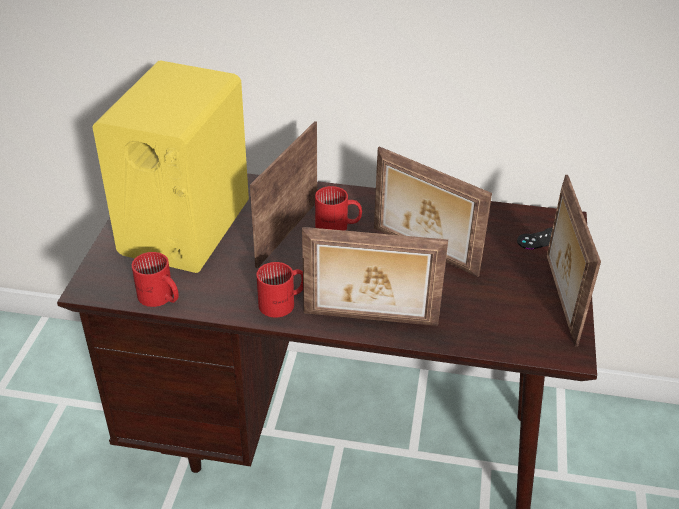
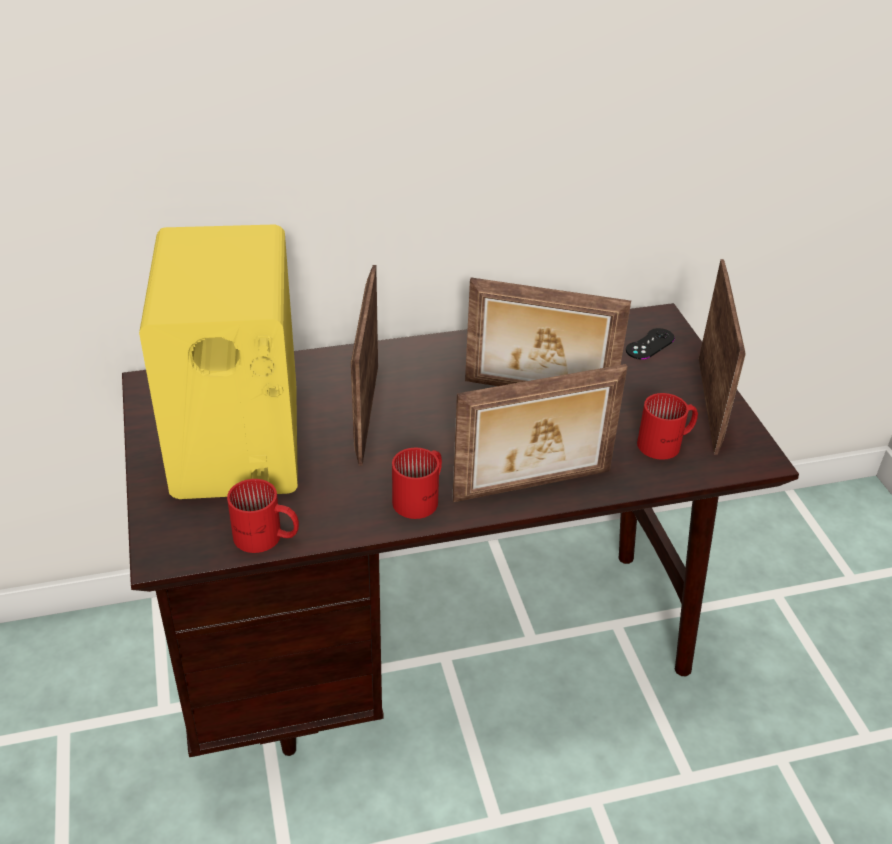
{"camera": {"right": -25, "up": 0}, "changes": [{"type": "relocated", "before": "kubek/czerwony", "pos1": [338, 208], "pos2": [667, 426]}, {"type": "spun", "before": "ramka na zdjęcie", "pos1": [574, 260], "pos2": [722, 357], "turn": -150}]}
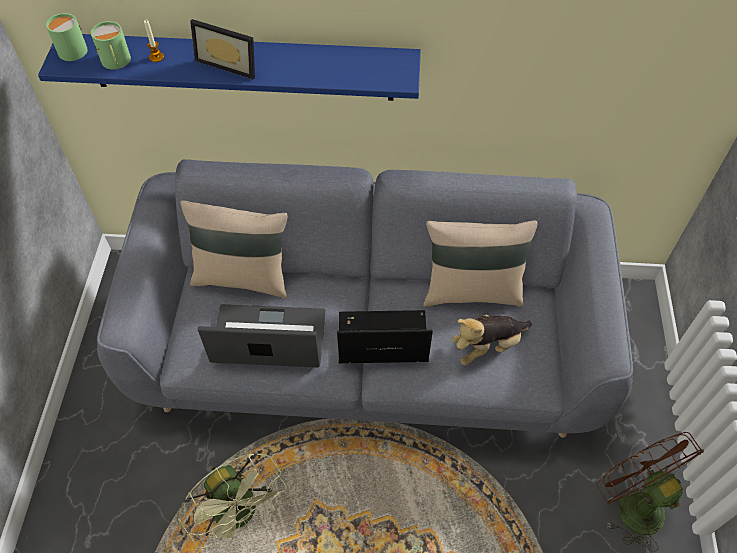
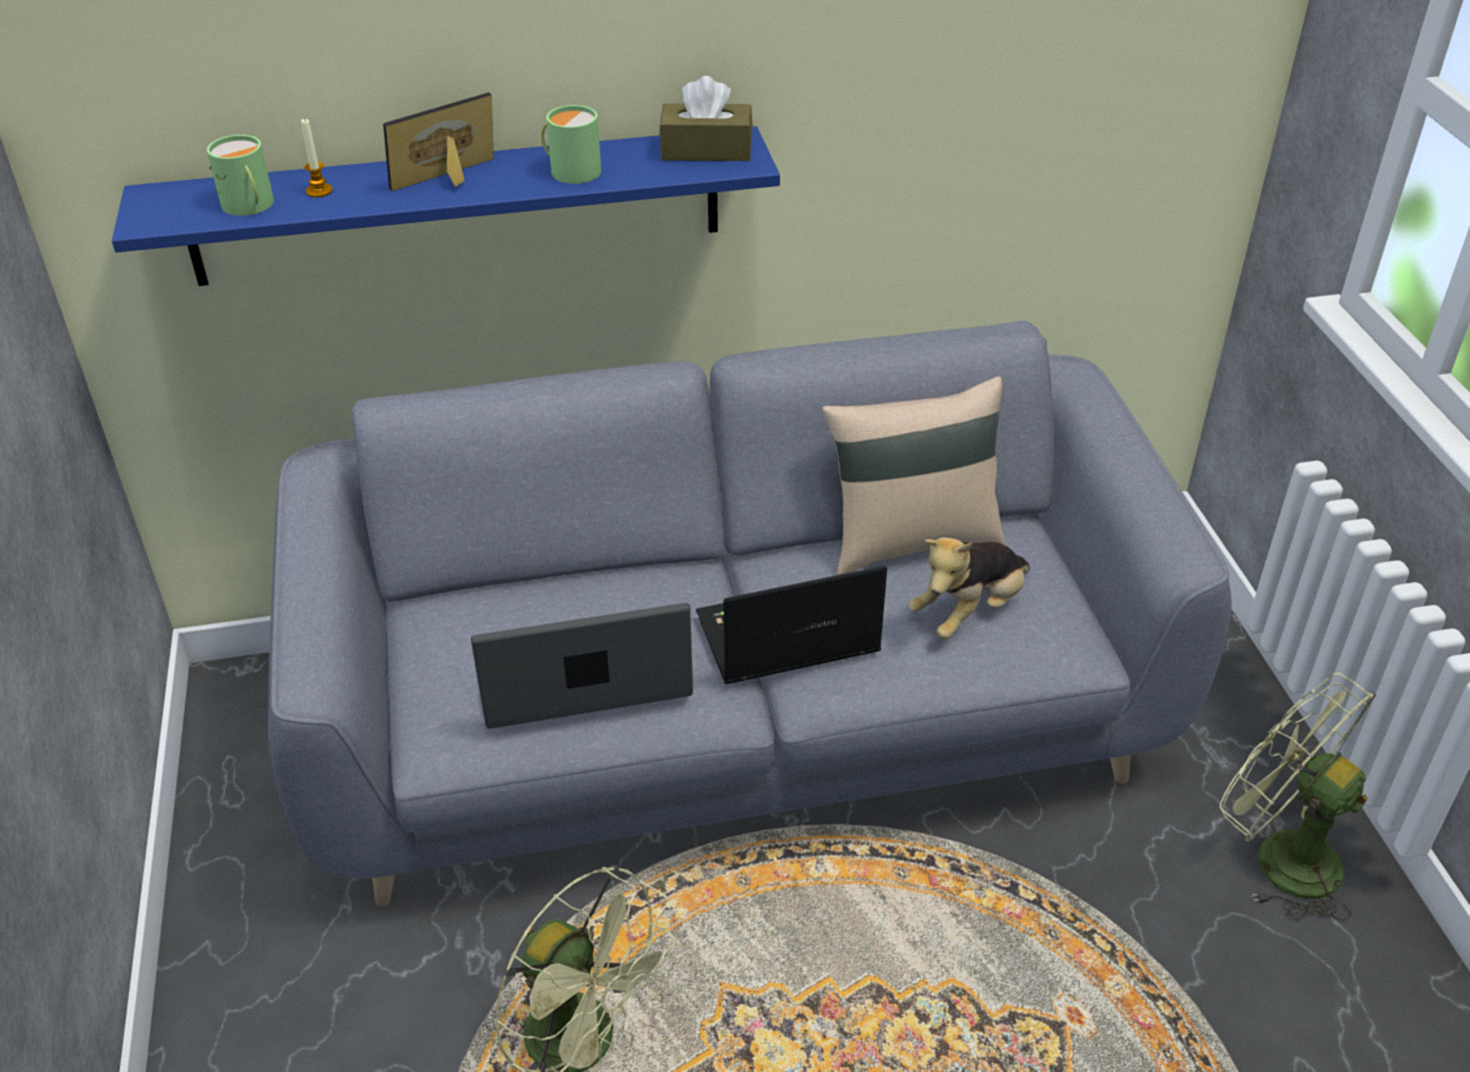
{"camera": {"right": -15, "up": -15}, "changes": [{"type": "spun", "before": "ramka na zdjęcie", "pos1": [222, 49], "pos2": [438, 141], "turn": 135}, {"type": "relocated", "before": "kubek/zielony", "pos1": [67, 37], "pos2": [571, 144]}, {"type": "appeared", "after": "pudełko chusteczek/brązowy", "pos2": [705, 118]}, {"type": "colour", "before": "wentylator/brązowy", "after": "wentylator/zielony", "pos1": [650, 492], "pos2": [1298, 796]}, {"type": "missing", "before": "poduszka/beżowy", "pos1": [234, 249]}]}
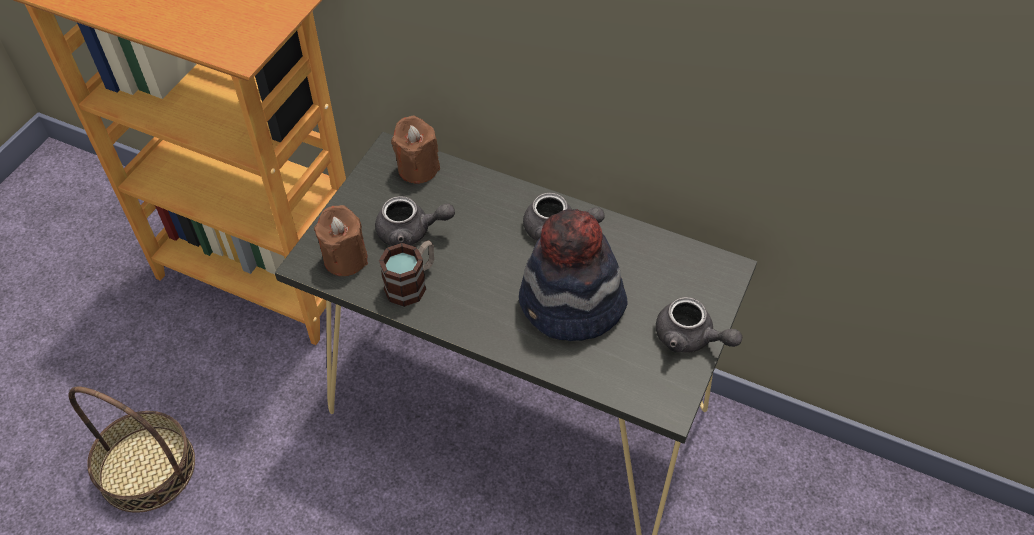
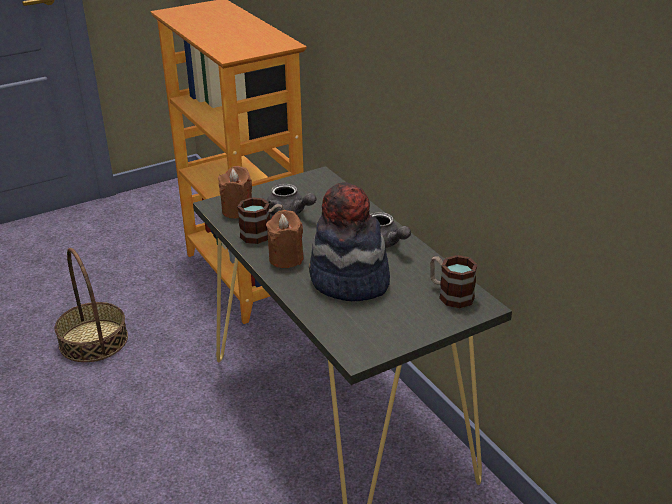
{"camera": {"right": 35, "up": -20}, "changes": [{"type": "relocated", "before": "świeca/brązowy", "pos1": [415, 149], "pos2": [285, 239]}, {"type": "appeared", "after": "kubek", "pos2": [454, 281]}, {"type": "missing", "before": "imbryk/szary", "pos1": [699, 325]}]}
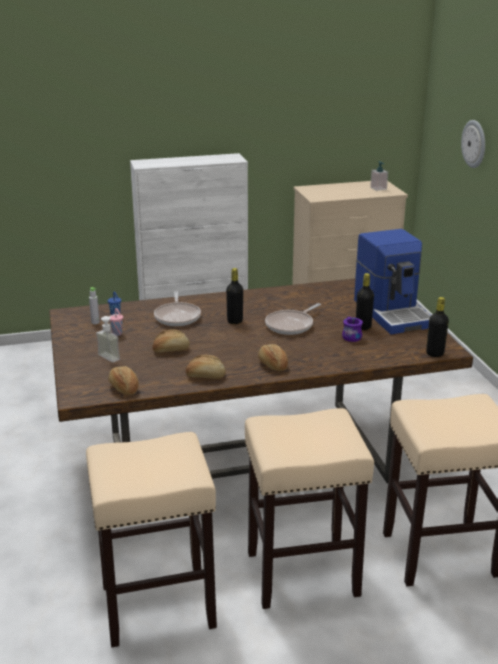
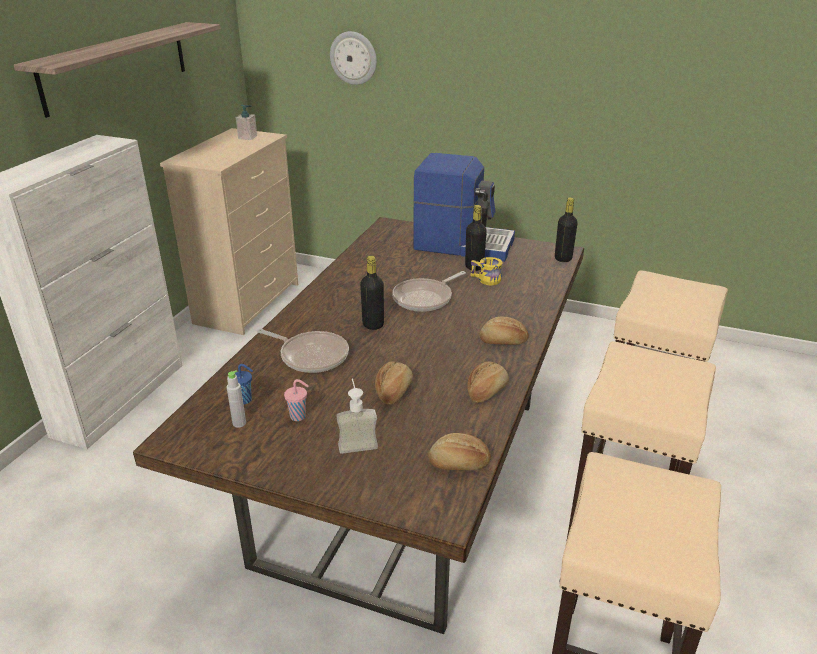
{"camera": {"right": -55, "up": 5}, "changes": [{"type": "appeared", "after": "półka", "pos2": [117, 70]}, {"type": "spun", "before": "patelnia", "pos1": [293, 319], "pos2": [429, 291], "turn": 60}, {"type": "colour", "before": "kubek/fioletowy", "after": "kubek/żółty", "pos1": [352, 329], "pos2": [487, 271]}]}
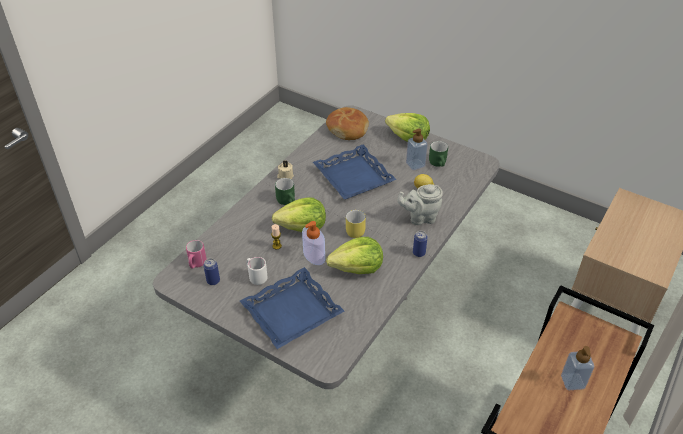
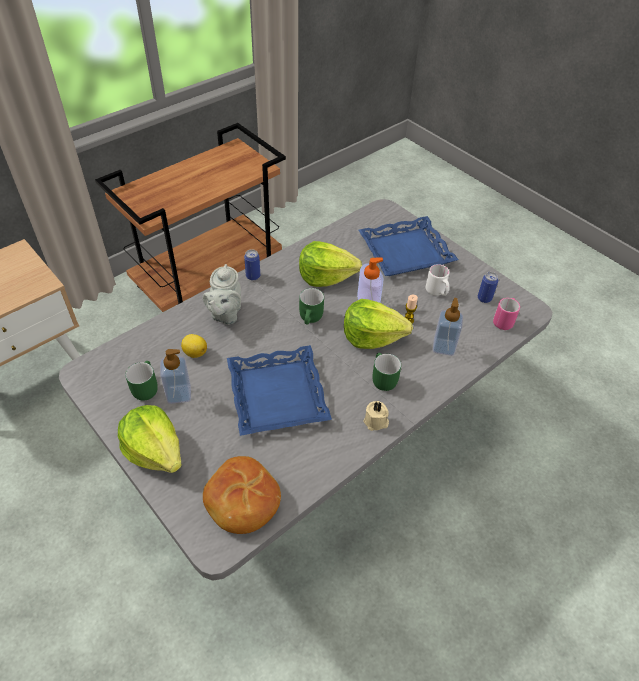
{"camera": {"right": -165, "up": 5}, "changes": [{"type": "spun", "before": "imbryk/szary", "pos1": [420, 204], "pos2": [222, 294], "turn": 90}, {"type": "colour", "before": "kubek/żółty", "after": "kubek/zielony", "pos1": [356, 224], "pos2": [311, 306]}, {"type": "relocated", "before": "dozownik mydła", "pos1": [577, 368], "pos2": [448, 327]}]}
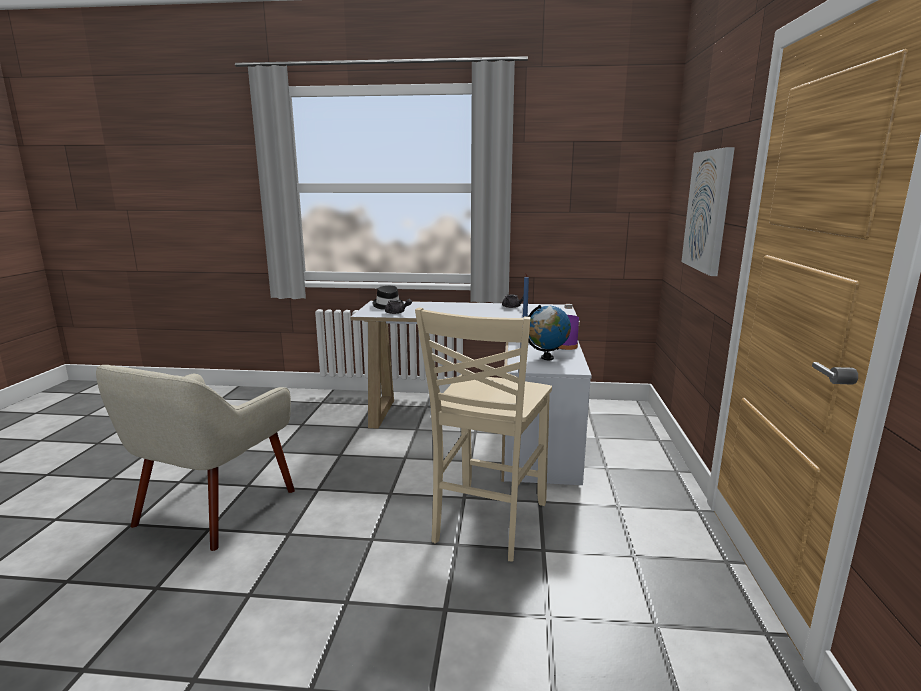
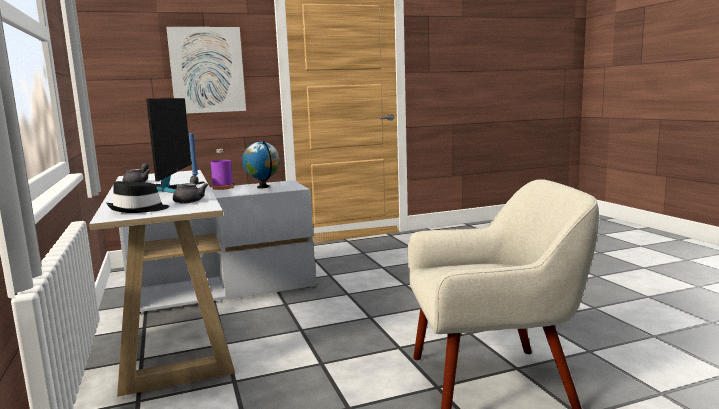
{"camera": {"right": -115, "up": -5}, "changes": [{"type": "appeared", "after": "monitor", "pos2": [175, 145]}, {"type": "missing", "before": "krzesło/beżowy", "pos1": [483, 434]}]}
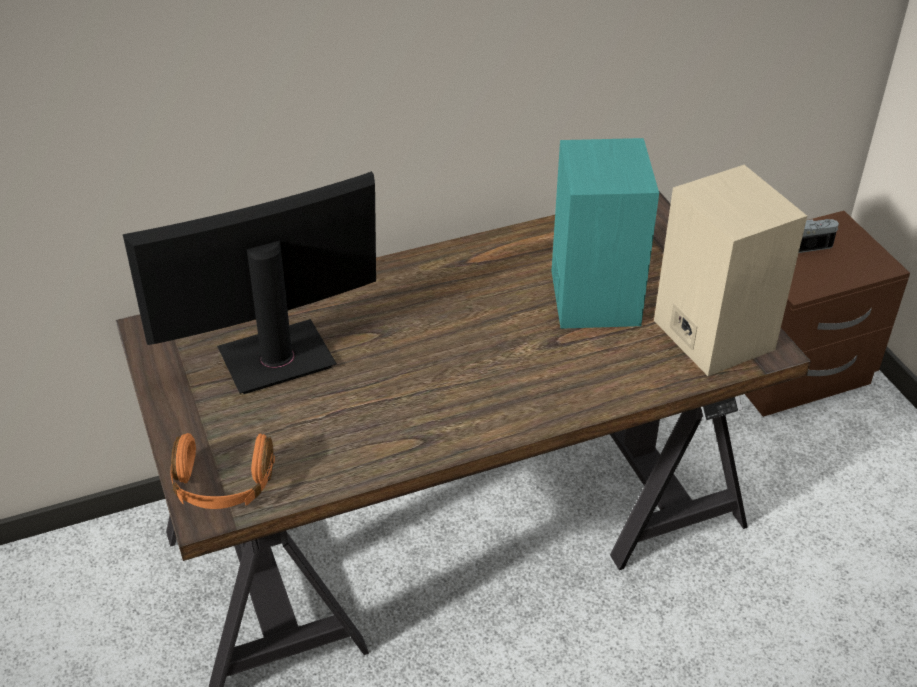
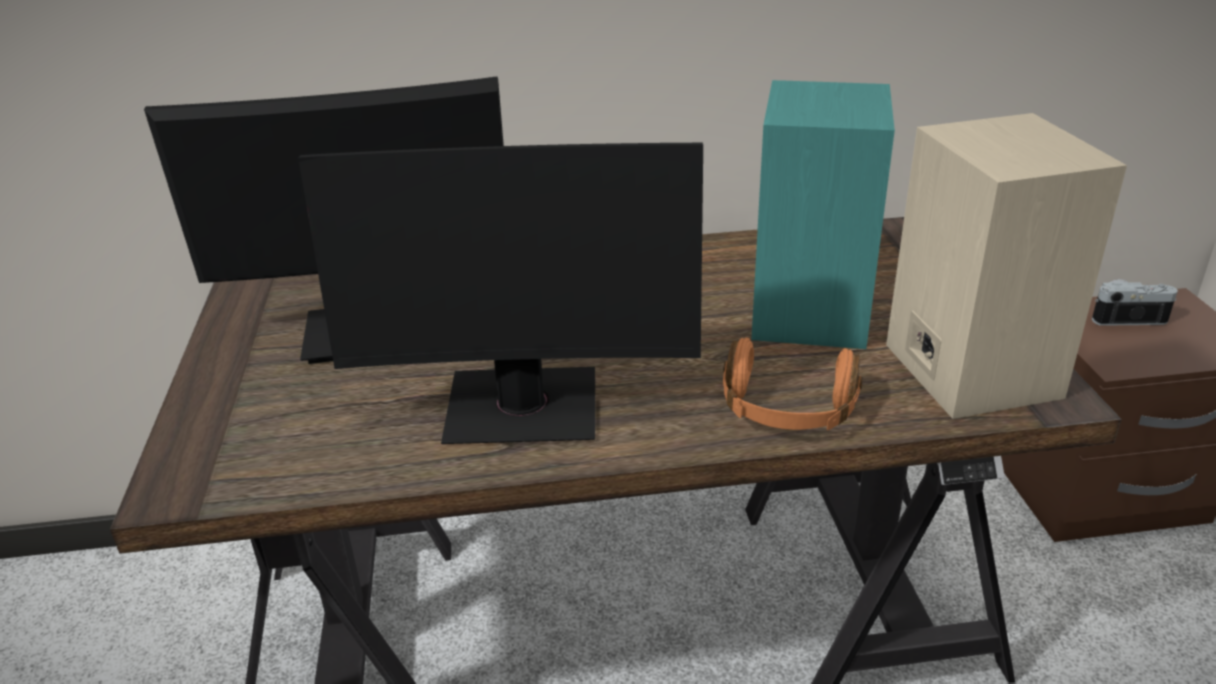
{"camera": {"right": 15, "up": -10}, "changes": [{"type": "appeared", "after": "monitor", "pos2": [500, 293]}, {"type": "relocated", "before": "słuchawki/pomarańczowy", "pos1": [223, 471], "pos2": [793, 384]}]}
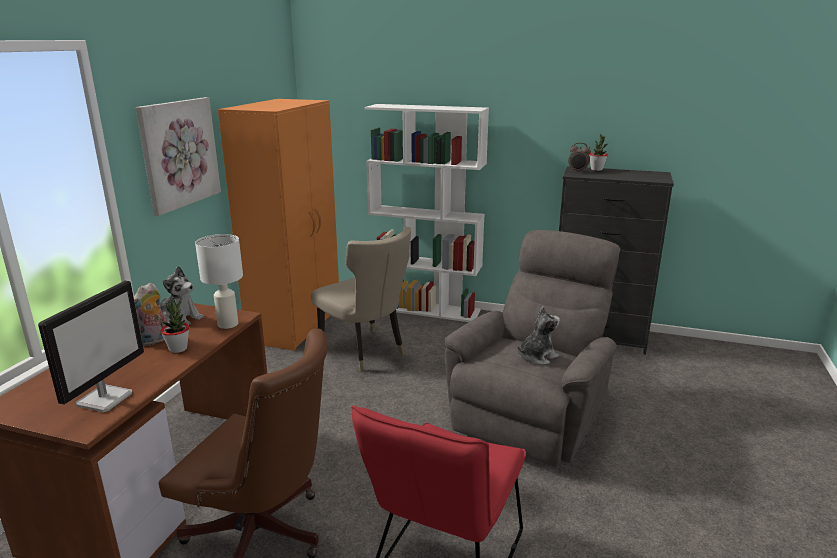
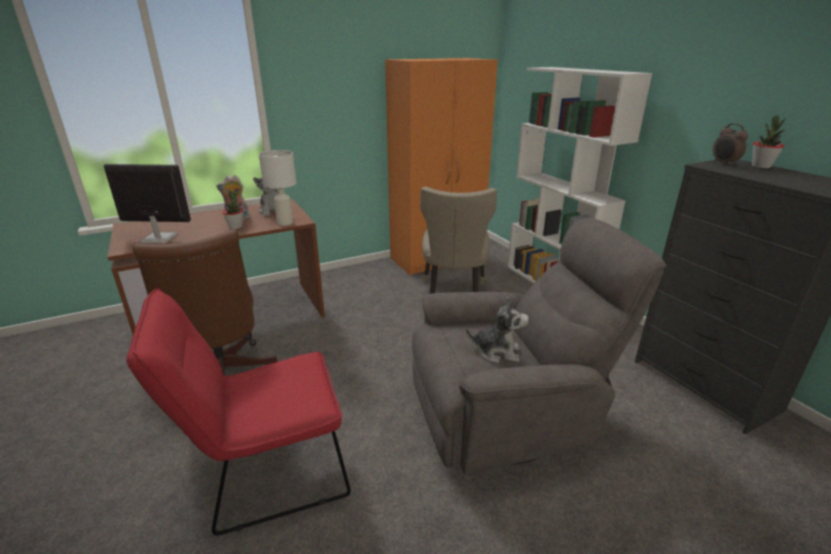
{"camera": {"right": 45, "up": 5}, "changes": [{"type": "spun", "before": "monitor", "pos1": [91, 346], "pos2": [147, 204], "turn": -150}, {"type": "missing", "before": "obraz", "pos1": [178, 156]}]}
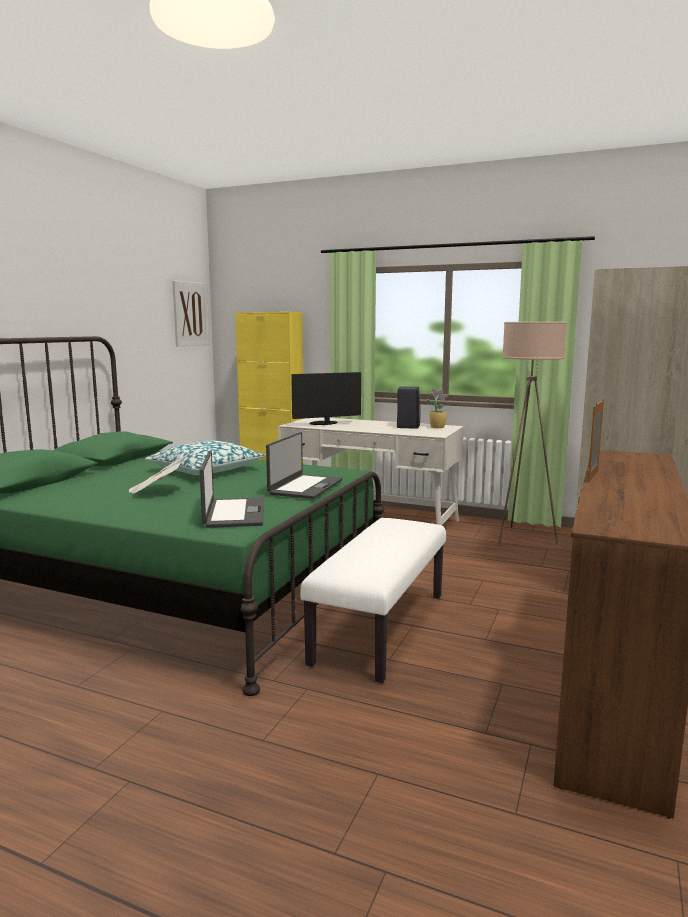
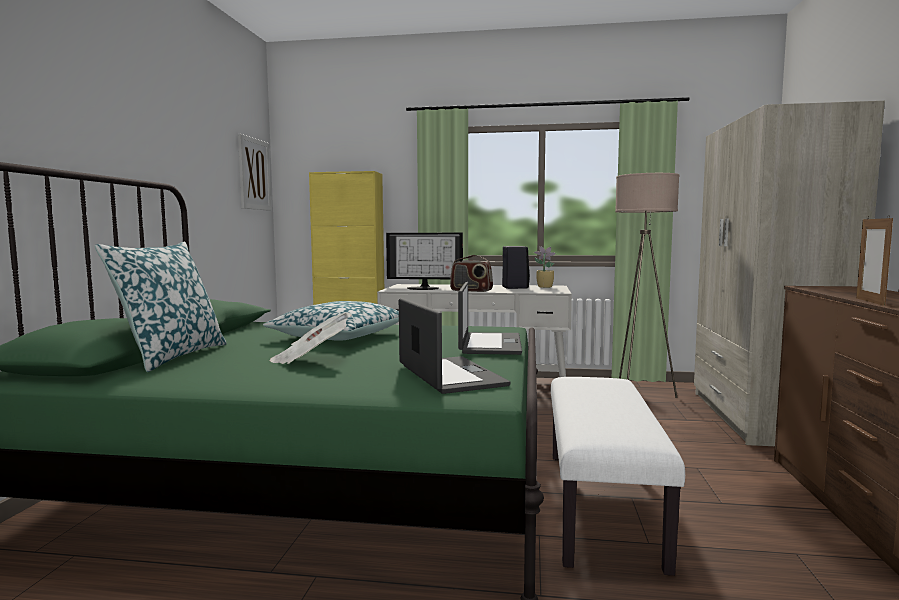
{"camera": {"right": -15, "up": -5}, "changes": [{"type": "appeared", "after": "poduszka", "pos2": [161, 307]}, {"type": "spun", "before": "monitor", "pos1": [326, 398], "pos2": [424, 261], "turn": -135}, {"type": "appeared", "after": "radio", "pos2": [471, 273]}]}
